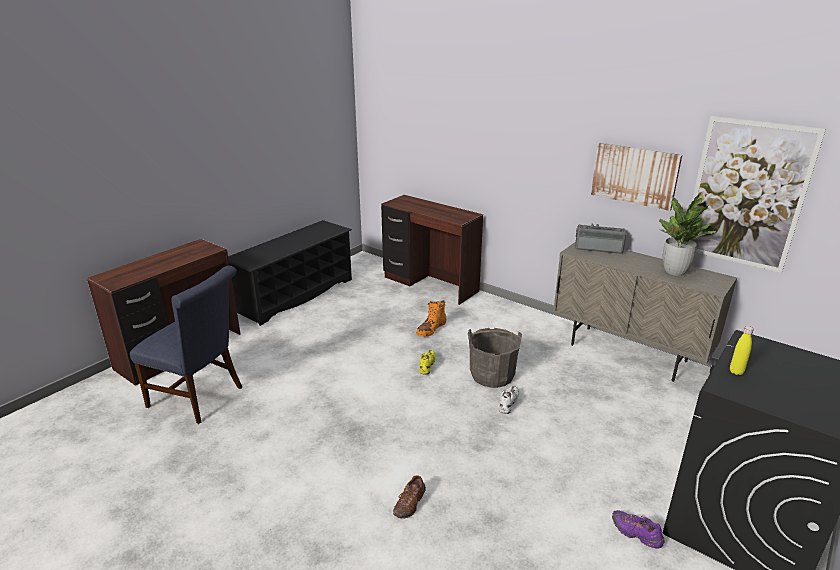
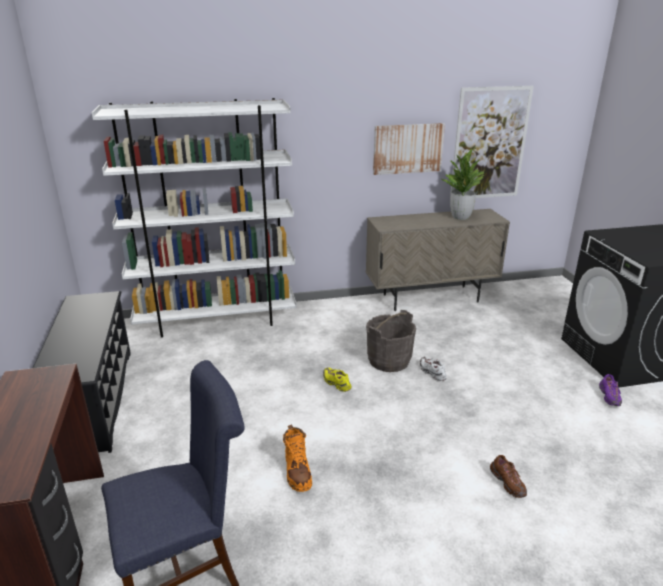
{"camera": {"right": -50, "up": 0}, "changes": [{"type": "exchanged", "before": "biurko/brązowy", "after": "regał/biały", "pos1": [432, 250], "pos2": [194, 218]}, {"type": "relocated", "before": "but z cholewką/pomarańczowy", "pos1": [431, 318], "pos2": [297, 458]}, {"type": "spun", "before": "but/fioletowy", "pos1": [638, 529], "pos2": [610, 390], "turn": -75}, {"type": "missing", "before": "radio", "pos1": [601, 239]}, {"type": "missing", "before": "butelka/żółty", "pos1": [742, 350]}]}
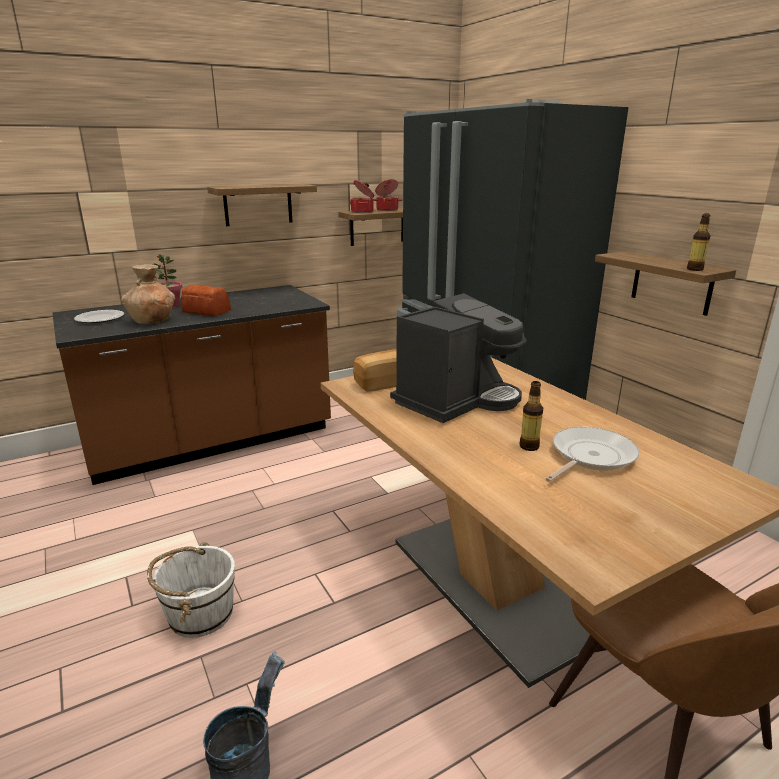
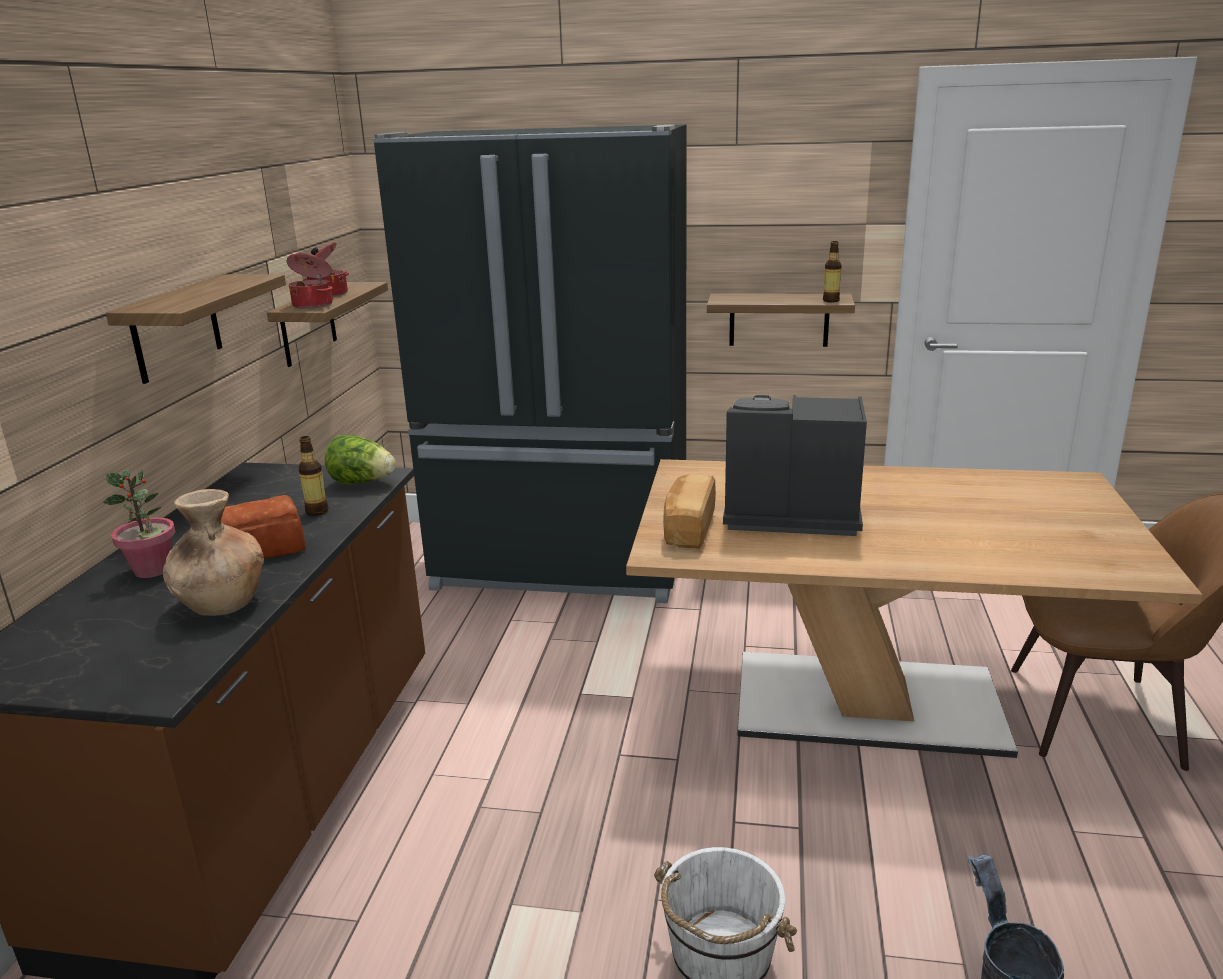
{"camera": {"right": -50, "up": 0}, "changes": [{"type": "relocated", "before": "butelka", "pos1": [531, 416], "pos2": [313, 476]}, {"type": "appeared", "after": "sałata", "pos2": [360, 459]}, {"type": "spun", "before": "ekspres do kawy", "pos1": [458, 358], "pos2": [795, 465], "turn": -75}, {"type": "missing", "before": "talerz", "pos1": [99, 316]}, {"type": "missing", "before": "patelnia", "pos1": [592, 454]}]}
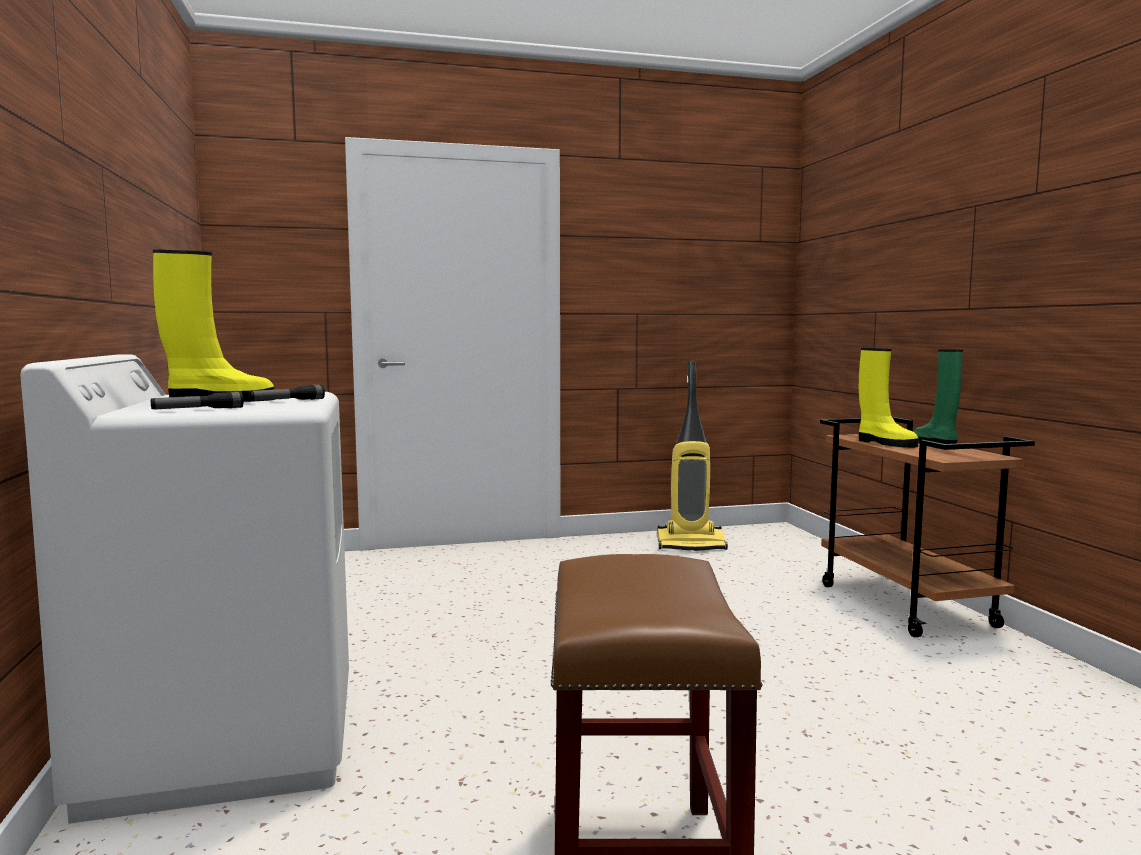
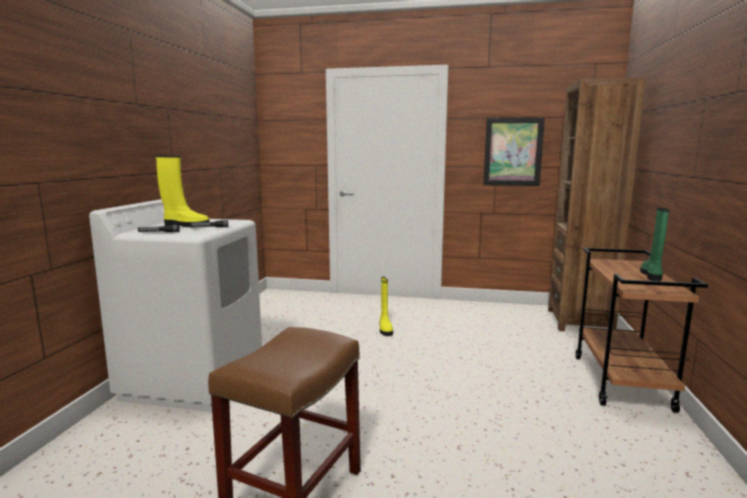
{"camera": {"right": 25, "up": 5}, "changes": [{"type": "relocated", "before": "but z cholewką/żółty", "pos1": [889, 398], "pos2": [386, 306]}, {"type": "appeared", "after": "obraz", "pos2": [514, 151]}, {"type": "appeared", "after": "regał/brązowy", "pos2": [597, 204]}, {"type": "missing", "before": "odkurzacz", "pos1": [692, 456]}]}
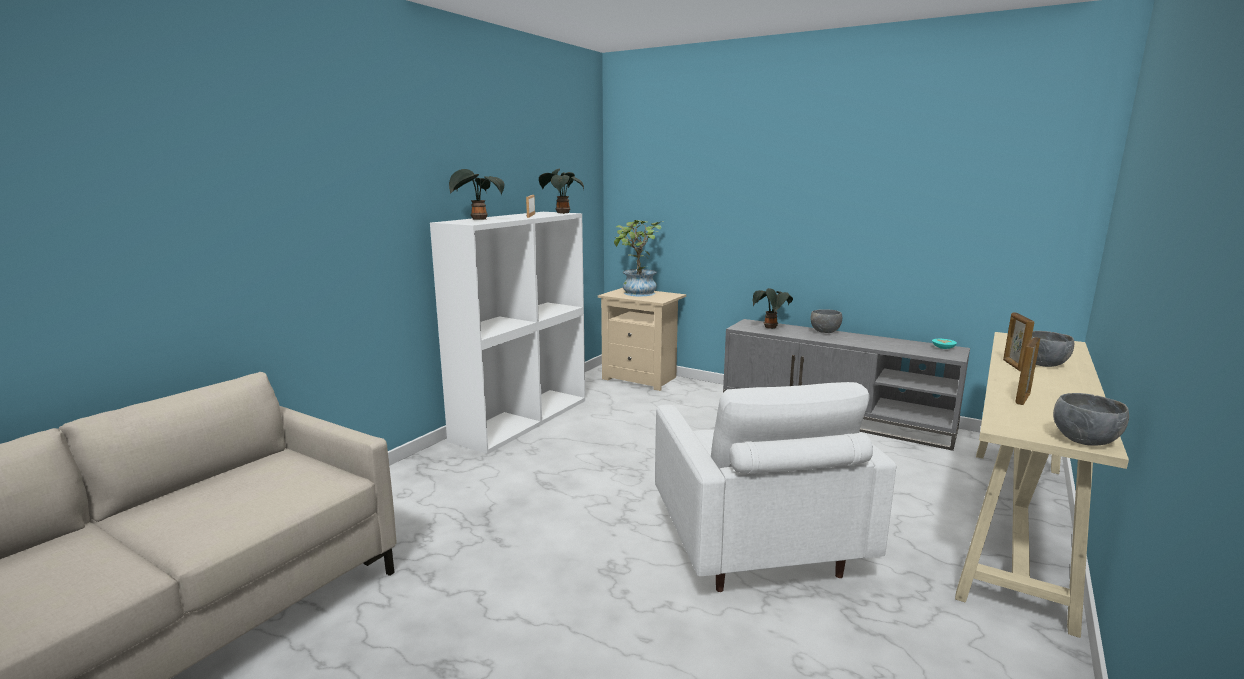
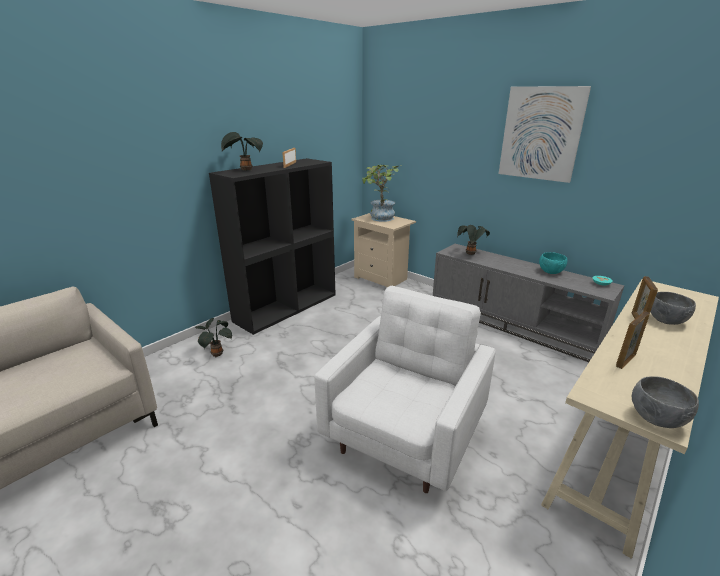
{"camera": {"right": 10, "up": 10}, "changes": [{"type": "relocated", "before": "roślina doniczkowa", "pos1": [561, 191], "pos2": [213, 337]}, {"type": "colour", "before": "regał/biały", "after": "regał/czarny", "pos1": [507, 333], "pos2": [272, 246]}, {"type": "spun", "before": "fotel/biały", "pos1": [775, 487], "pos2": [405, 389], "turn": -150}, {"type": "appeared", "after": "obraz", "pos2": [544, 134]}, {"type": "appeared", "after": "miska/turkusowy", "pos2": [553, 263]}, {"type": "missing", "before": "miska/szary", "pos1": [826, 321]}]}
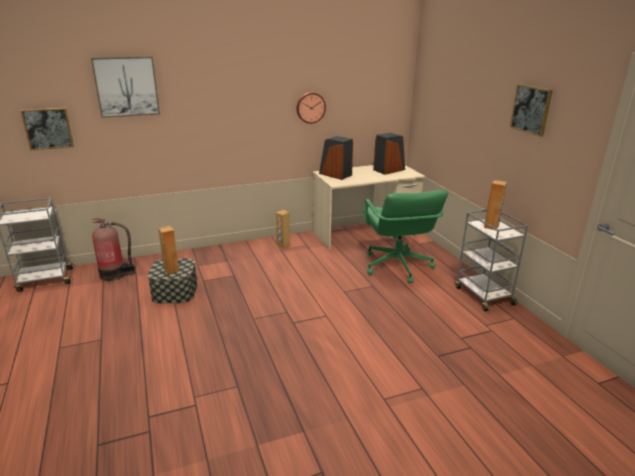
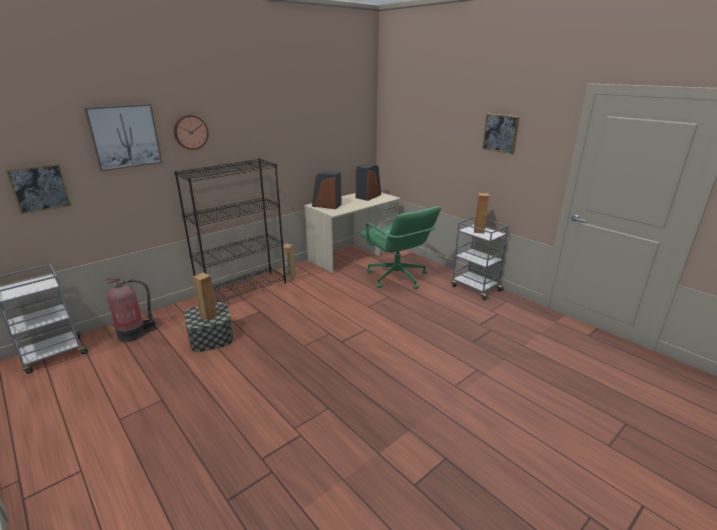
{"camera": {"right": -20, "up": 0}, "changes": [{"type": "relocated", "before": "zegar ścienny", "pos1": [311, 108], "pos2": [191, 132]}, {"type": "appeared", "after": "regał/czarny", "pos2": [230, 230]}]}
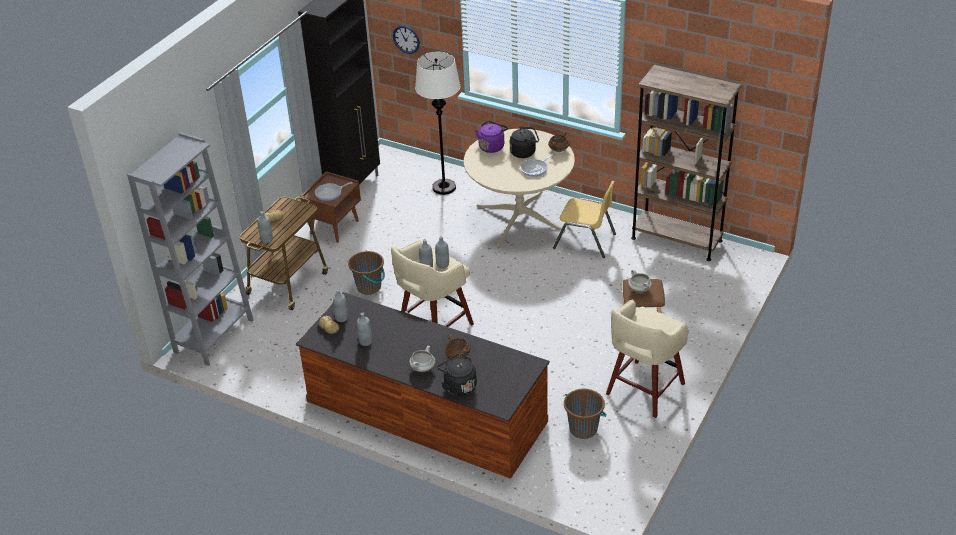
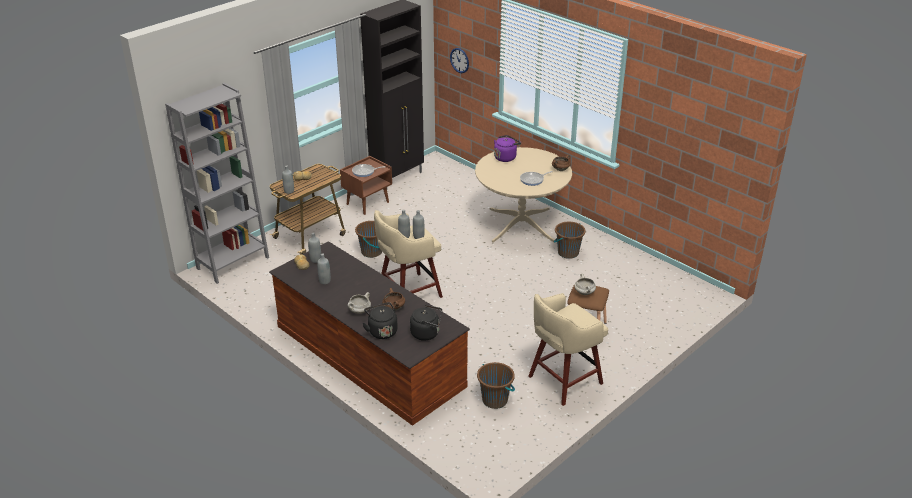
{"camera": {"right": 15, "up": -5}, "changes": [{"type": "relocated", "before": "czajnik/czarny", "pos1": [524, 142], "pos2": [426, 323]}, {"type": "exchanged", "before": "krzesło/żółty", "after": "wiadro/brązowy", "pos1": [584, 219], "pos2": [569, 240]}, {"type": "missing", "before": "lampa stojąca/biały", "pos1": [437, 123]}, {"type": "missing", "before": "regał/brązowy", "pos1": [686, 163]}]}
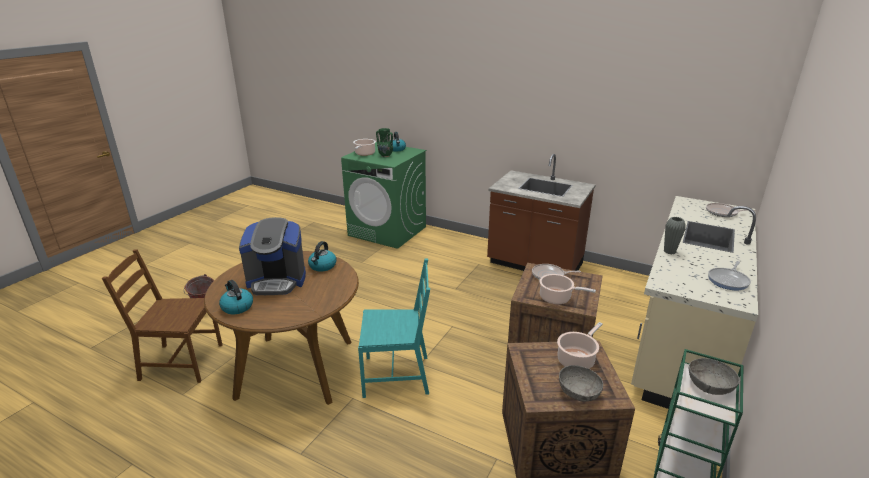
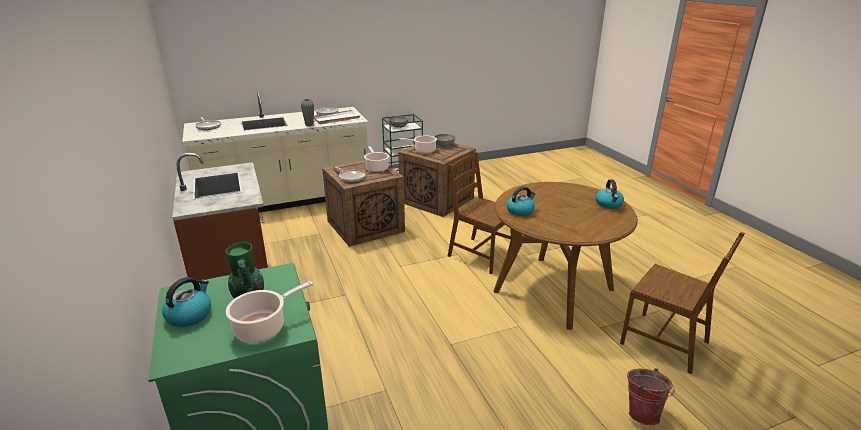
{"camera": {"right": -140, "up": 0}, "changes": [{"type": "appeared", "after": "taca/biały", "pos2": [337, 117]}, {"type": "colour", "before": "krzesło/turkusowy", "after": "krzesło/brązowy", "pos1": [394, 328], "pos2": [479, 213]}, {"type": "missing", "before": "ekspres do kawy", "pos1": [272, 256]}]}
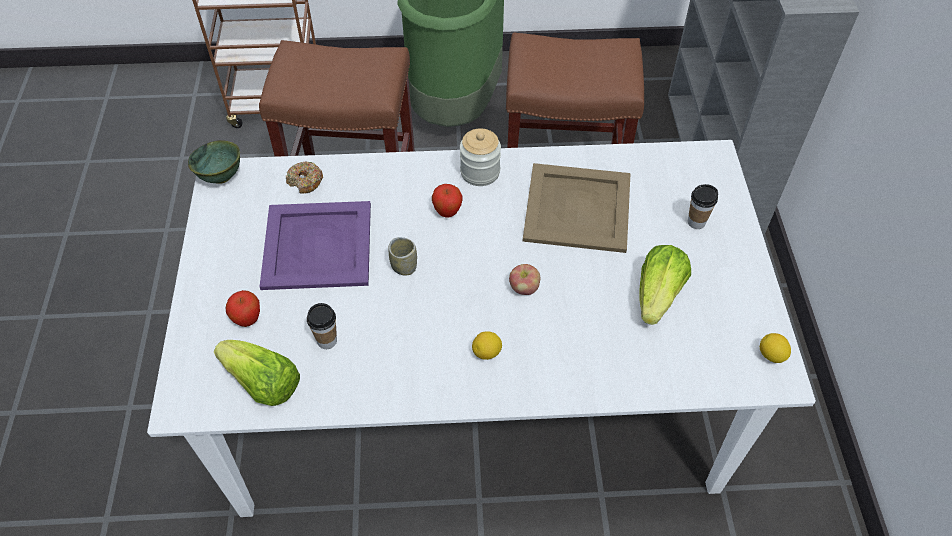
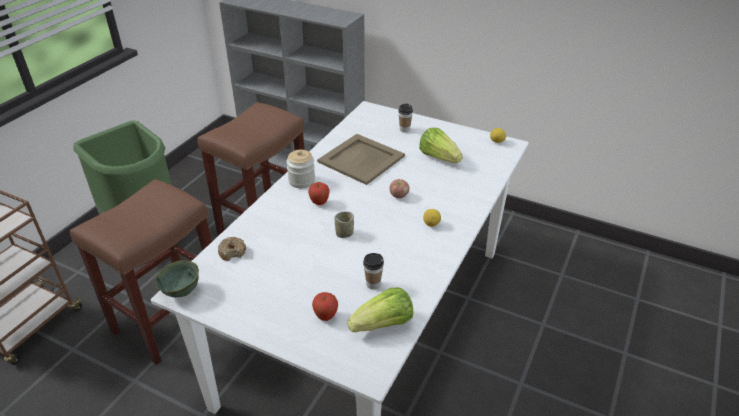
{"camera": {"right": -60, "up": -15}, "changes": [{"type": "missing", "before": "taca/fioletowy", "pos1": [315, 245]}]}
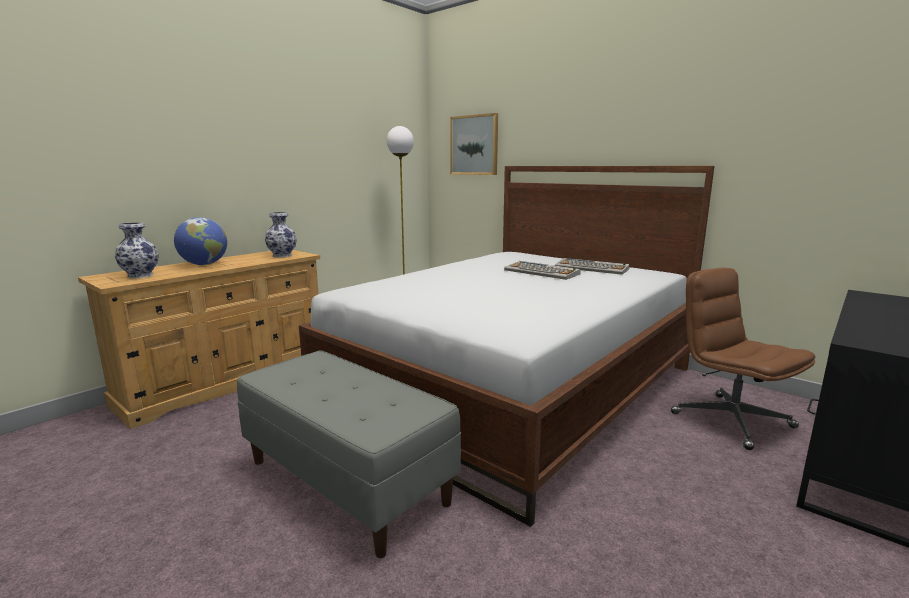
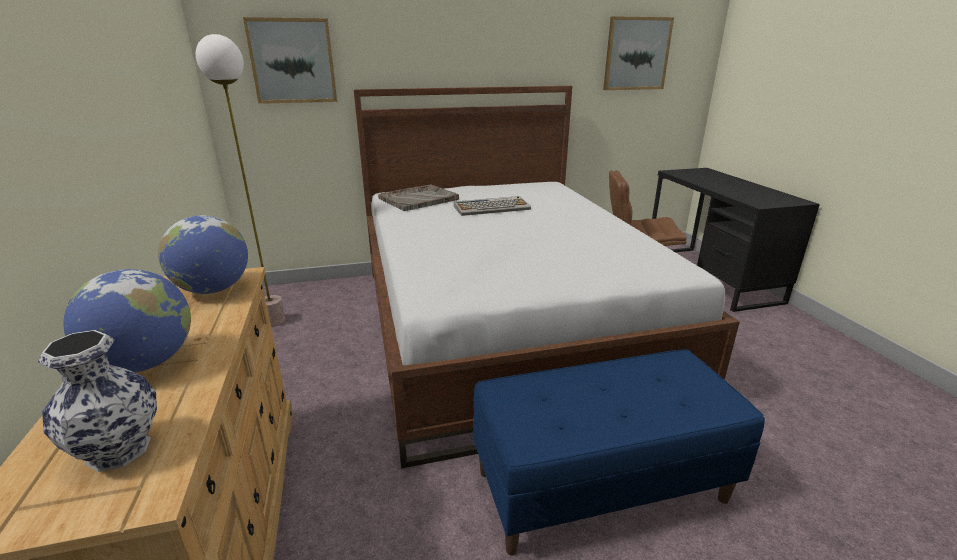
{"camera": {"right": -55, "up": 10}, "changes": [{"type": "exchanged", "before": "wazon", "after": "globus", "pos1": [281, 235], "pos2": [203, 254]}, {"type": "appeared", "after": "taca/szary", "pos2": [418, 197]}, {"type": "colour", "before": "ławka/szary", "after": "ławka/niebieski", "pos1": [349, 454], "pos2": [619, 452]}, {"type": "appeared", "after": "obraz", "pos2": [638, 53]}, {"type": "missing", "before": "klawiatura", "pos1": [592, 266]}]}
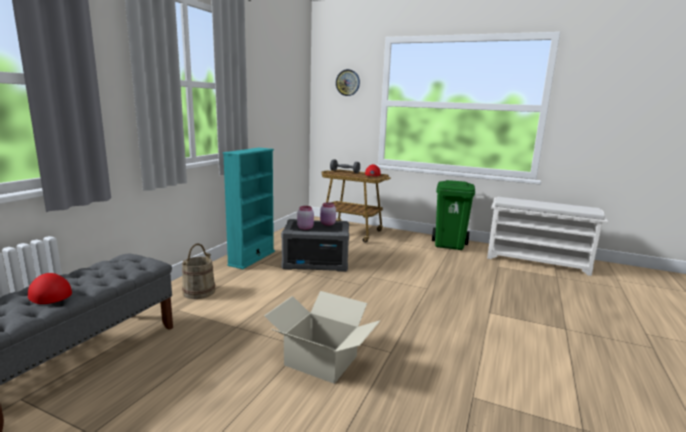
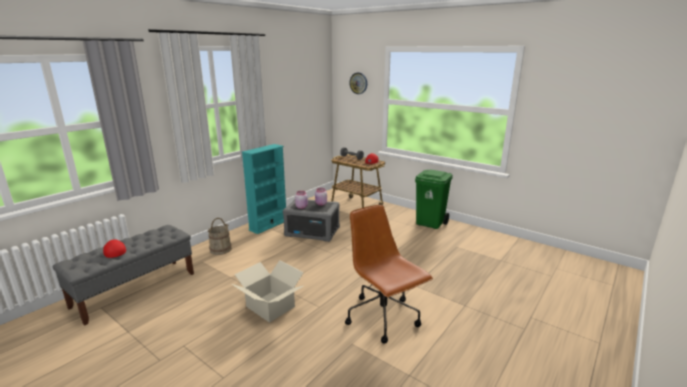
{"camera": {"right": 15, "up": 5}, "changes": [{"type": "appeared", "after": "krzesło biurowe/brązowy", "pos2": [389, 274]}, {"type": "missing", "before": "regał na buty/biały", "pos1": [547, 236]}]}
